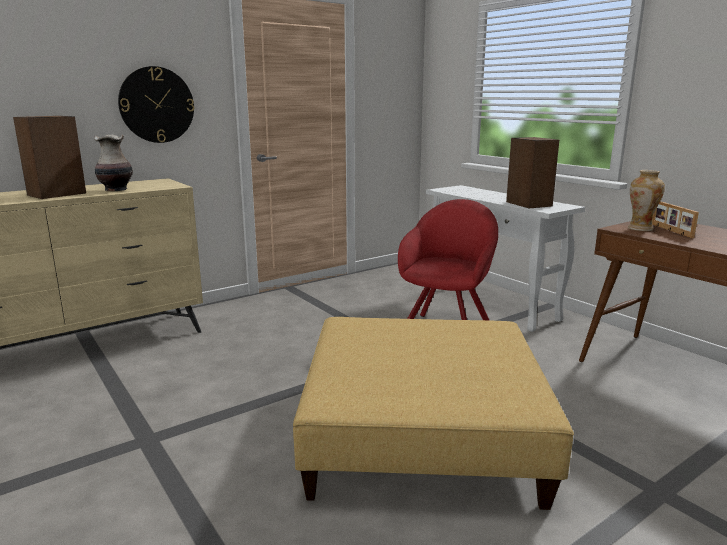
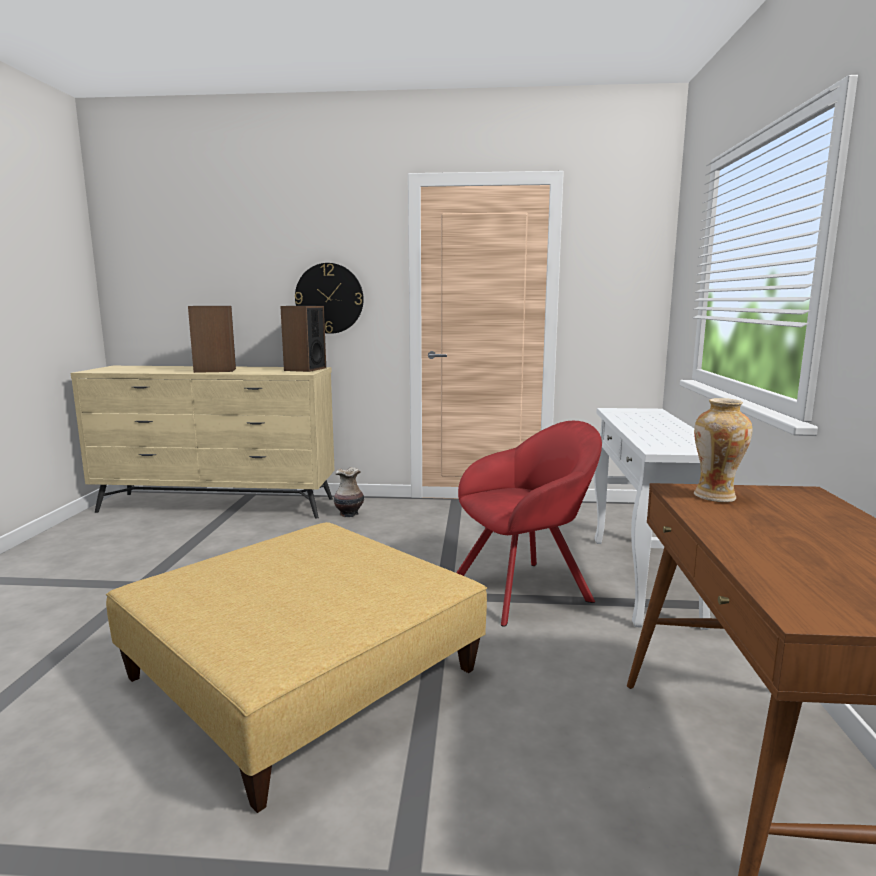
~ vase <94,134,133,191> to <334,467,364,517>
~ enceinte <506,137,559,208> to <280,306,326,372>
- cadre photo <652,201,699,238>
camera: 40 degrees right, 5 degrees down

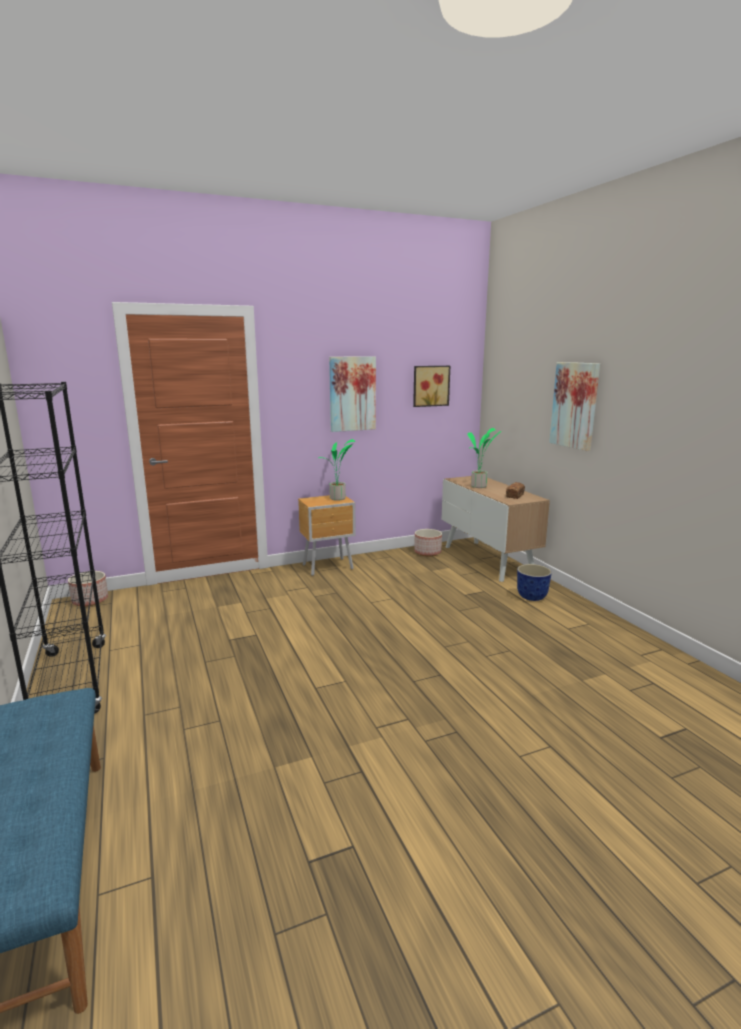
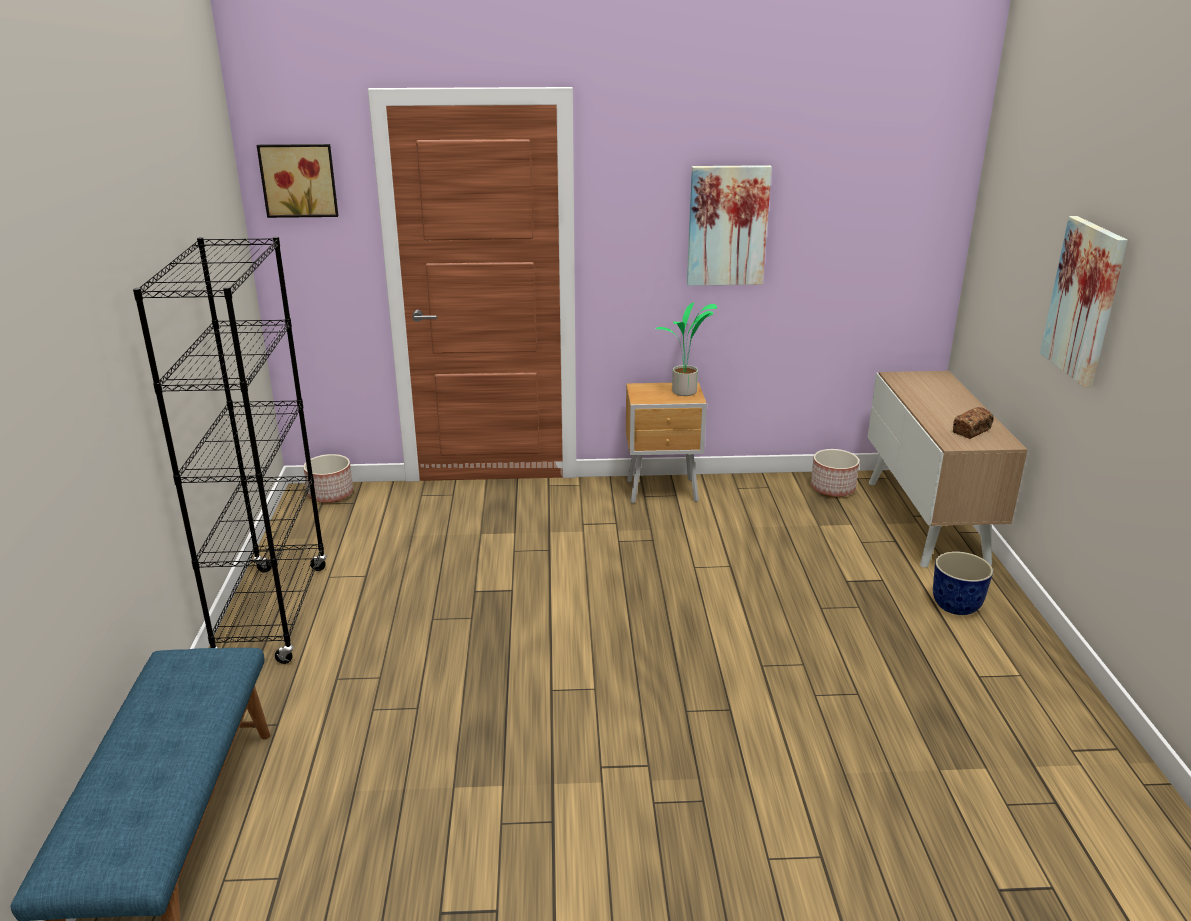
~ tableau <413,366,450,407> to <257,144,338,218>
- plante en pot <467,428,502,488>
camera: 20 degrees right, 10 degrees up

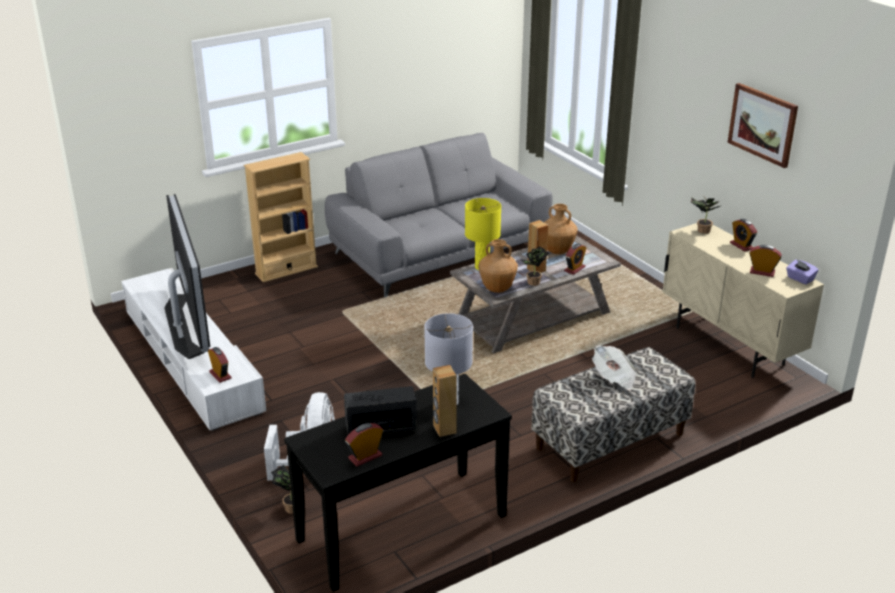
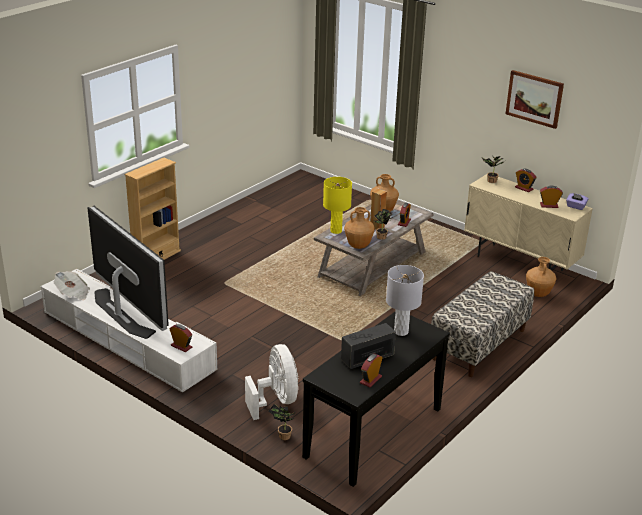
- canapé/gris <325,133,553,297>
- enceinte/marron <433,365,456,437>
~ journal <592,345,638,390> to <54,271,90,300>
+ vase/marron <526,257,557,297>
camera: 20 degrees left, 0 degrees up

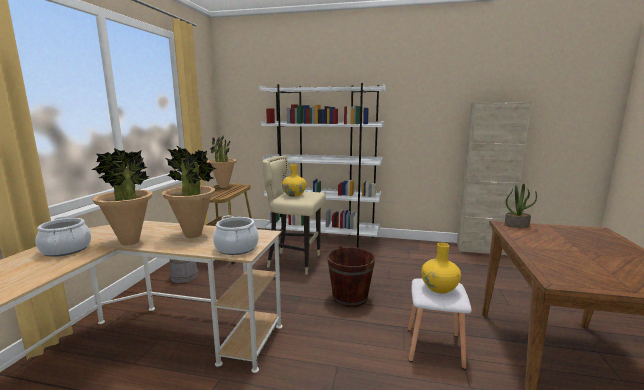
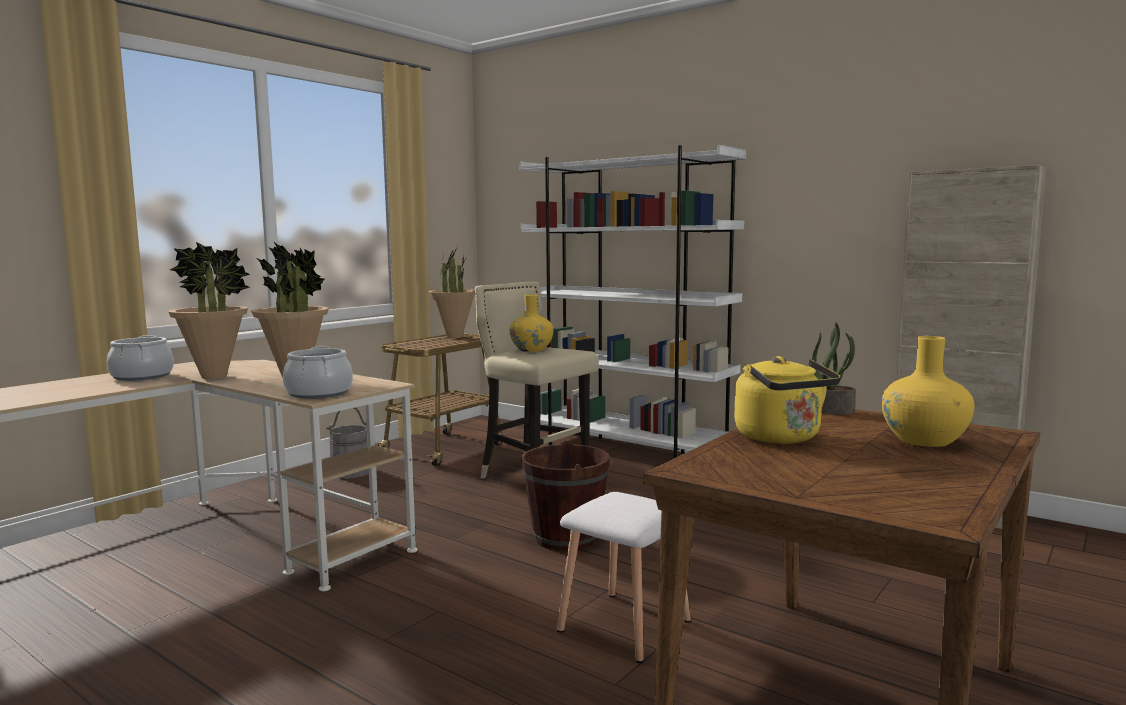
~ vase/jaune <421,243,461,294> to <882,336,974,447>
+ bouilloire/jaune <734,356,841,444>
camera: 25 degrees right, 5 degrees down

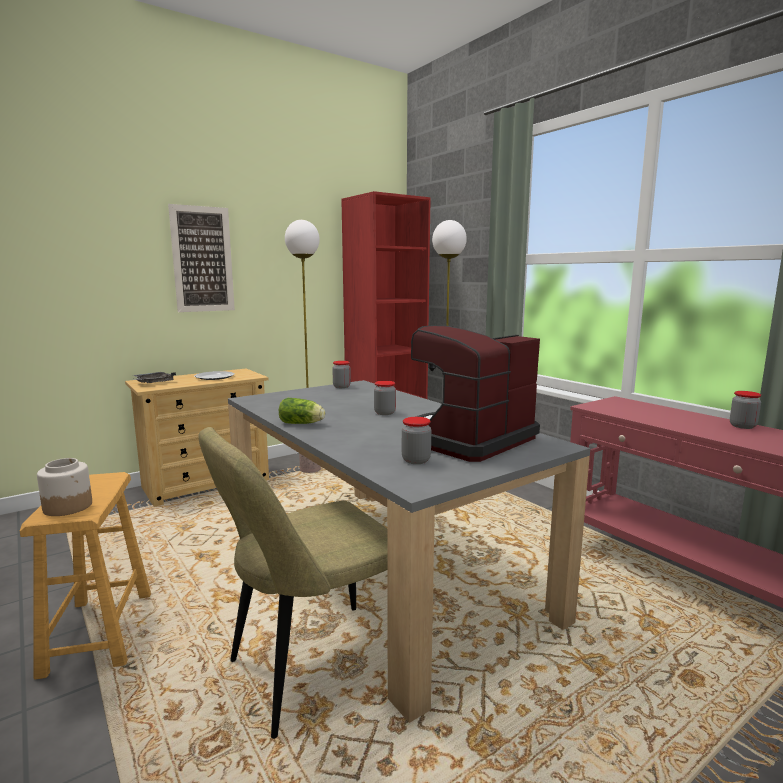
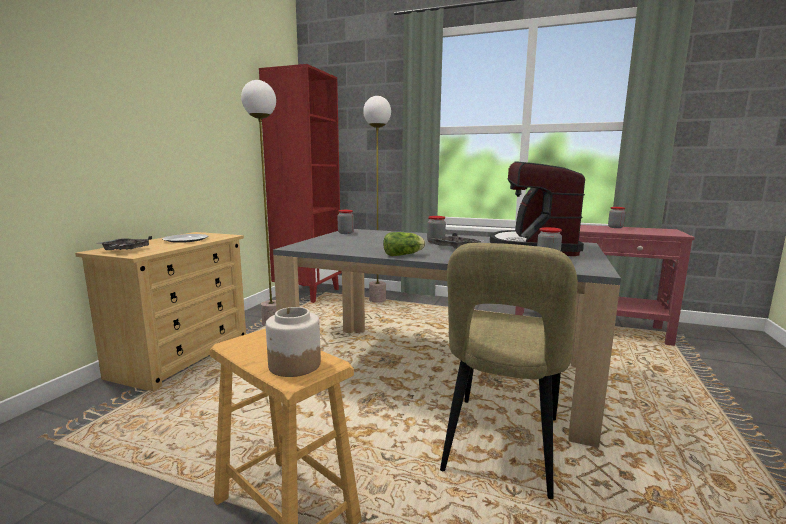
- tableau <168,204,235,312>
+ plateau/gris <432,233,484,249>
camera: 35 degrees left, 0 degrees up

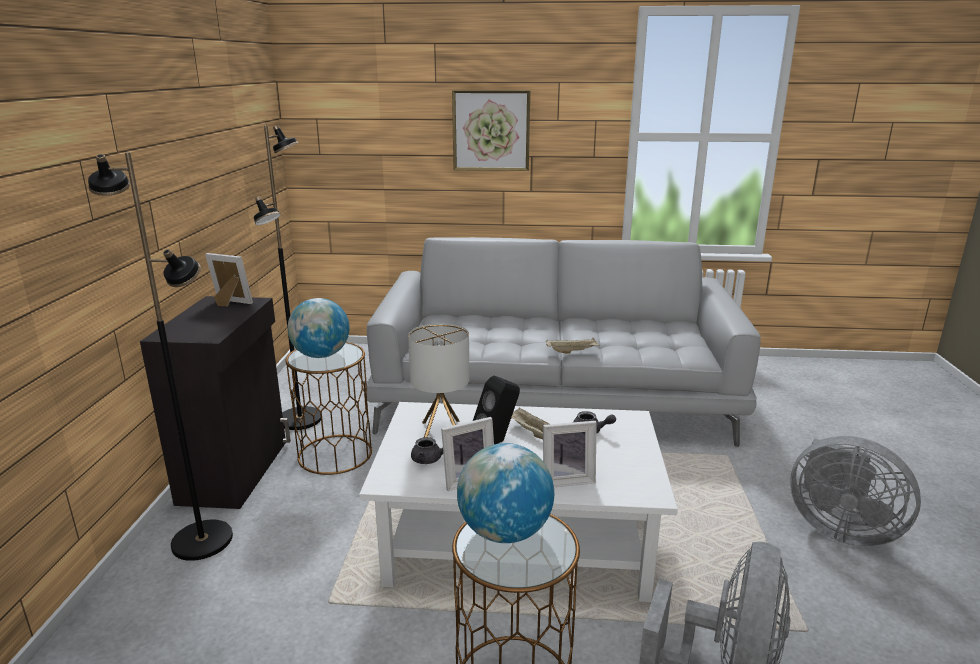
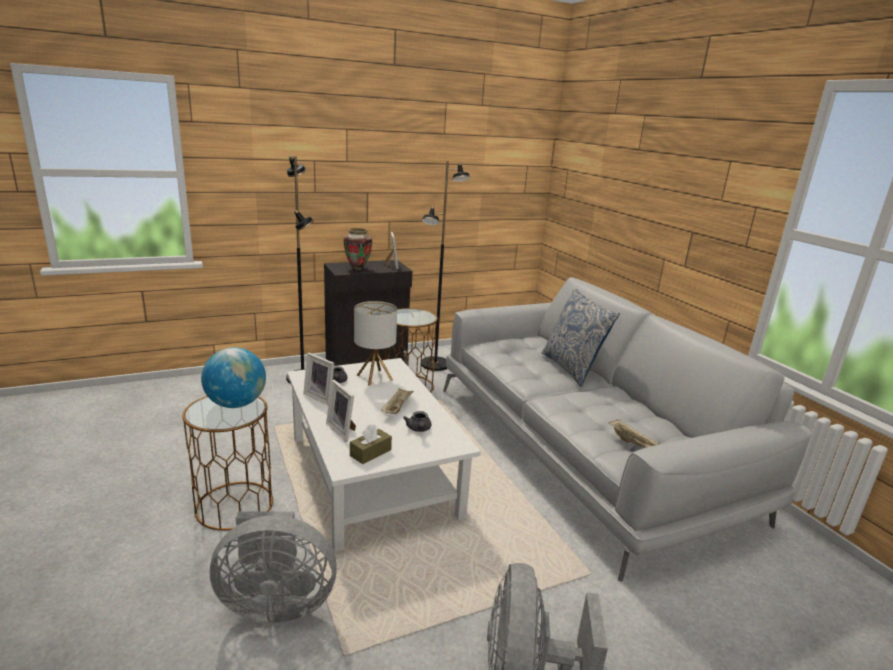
- globe <288,298,350,358>
- tableau <452,90,530,171>
- enceinte/noir <473,375,520,444>
~ plateau/beige <546,338,600,354> to <609,420,660,448>
+ vase <344,228,372,270>
+ boîte à mouchoirs/marron <350,424,392,464>
+ coussin <541,288,620,387>
camera: 60 degrees right, 0 degrees up

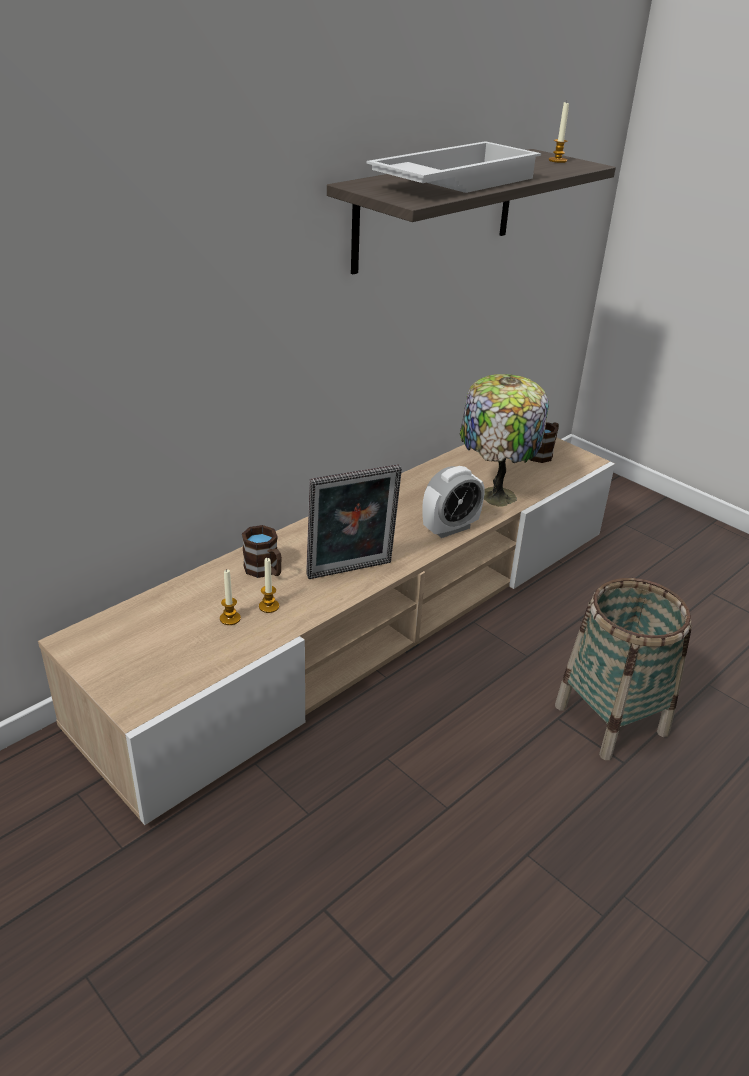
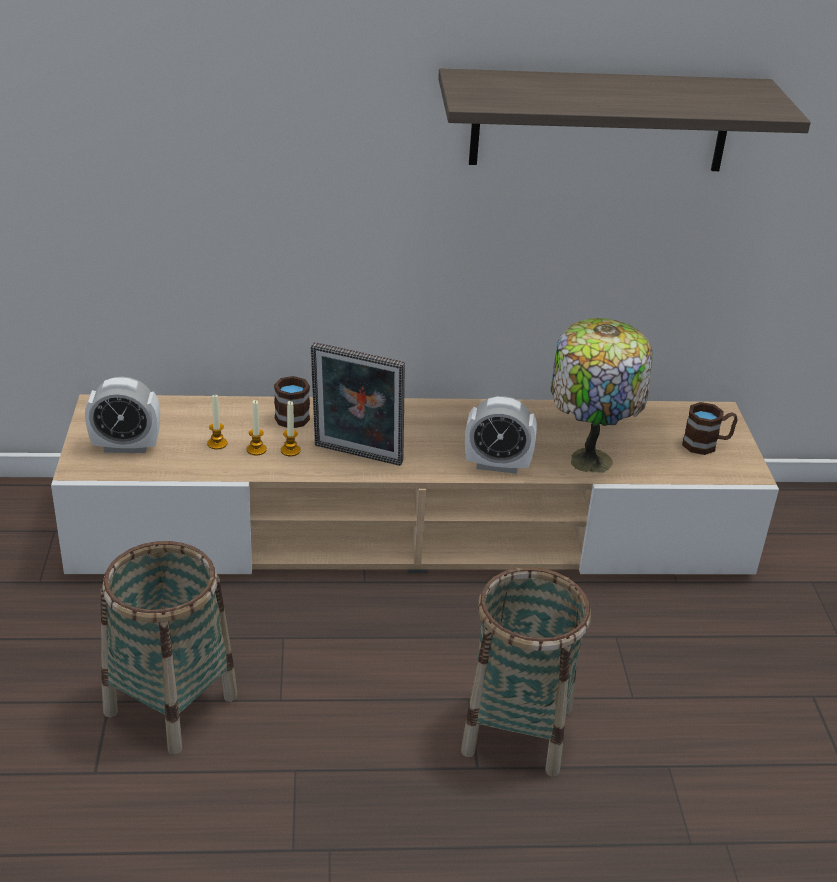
- plateau/blanc <367,141,541,193>
~ bougie <549,101,569,163> to <281,401,301,456>
+ réveil <85,377,160,453>
+ panier <101,541,238,755>
camera: 40 degrees right, 0 degrees up

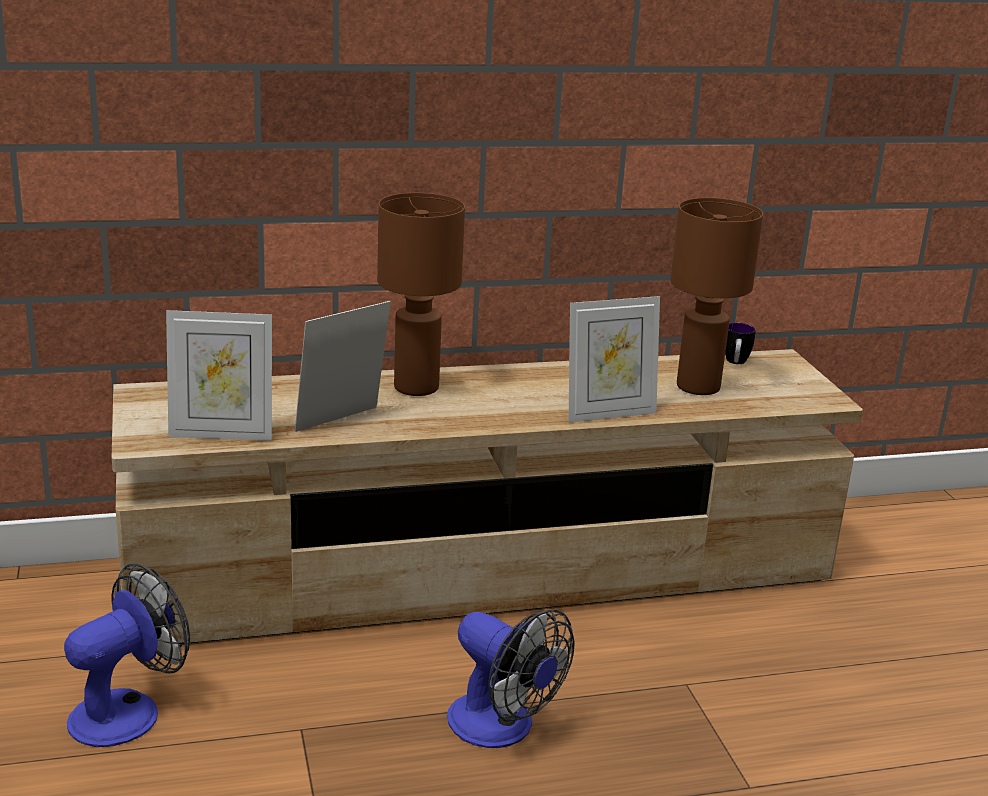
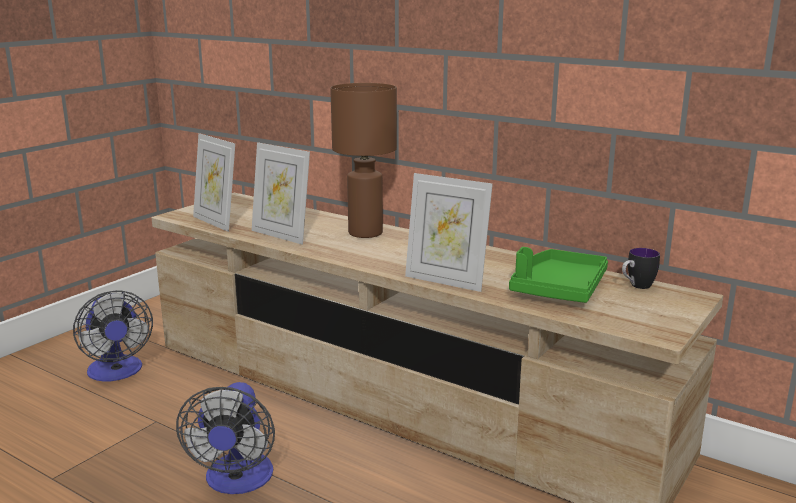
~ ventilateur <64,563,190,747> = <73,290,153,381> 60 degrees clockwise
~ cadre photo <295,301,391,432> = <252,142,310,245> 150 degrees counterclockwise
~ lampe de table/marron <670,198,763,395> to plateau/vert <509,247,608,303>
camera: 50 degrees right, 5 degrees down

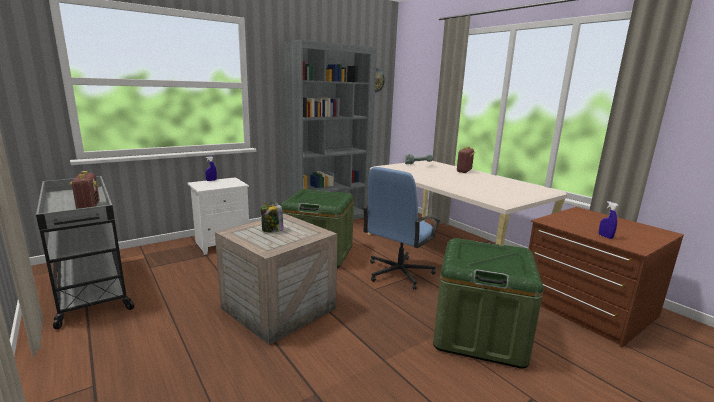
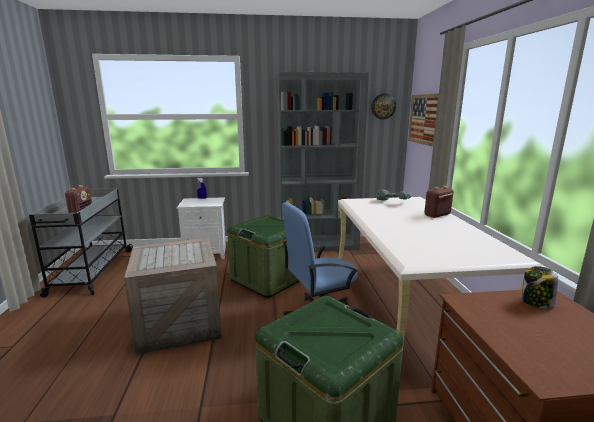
~ bocal <261,202,284,233> to <522,266,558,309>
- vaporisateur/bleu <599,201,618,239>
+ tableau <408,93,439,147>
camera: 30 degrees right, 0 degrees up

